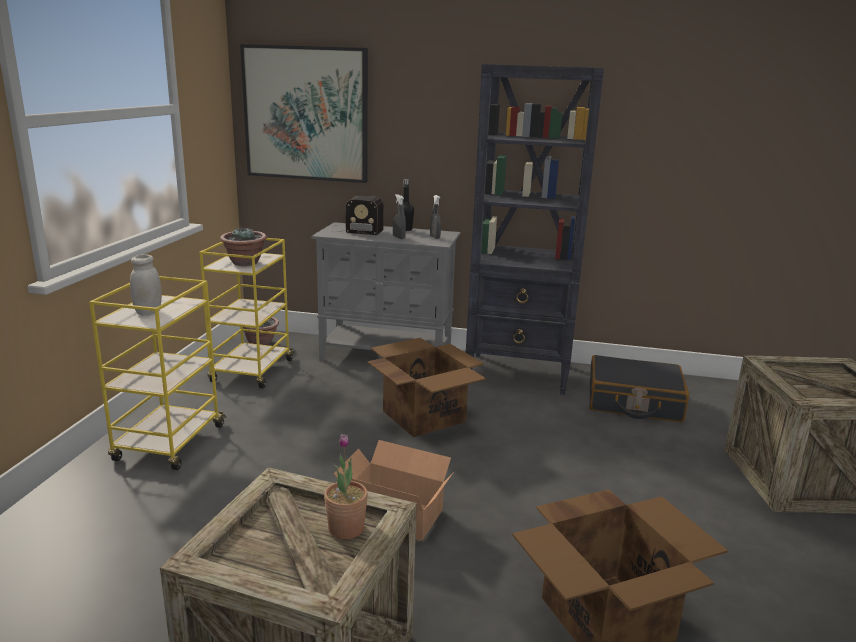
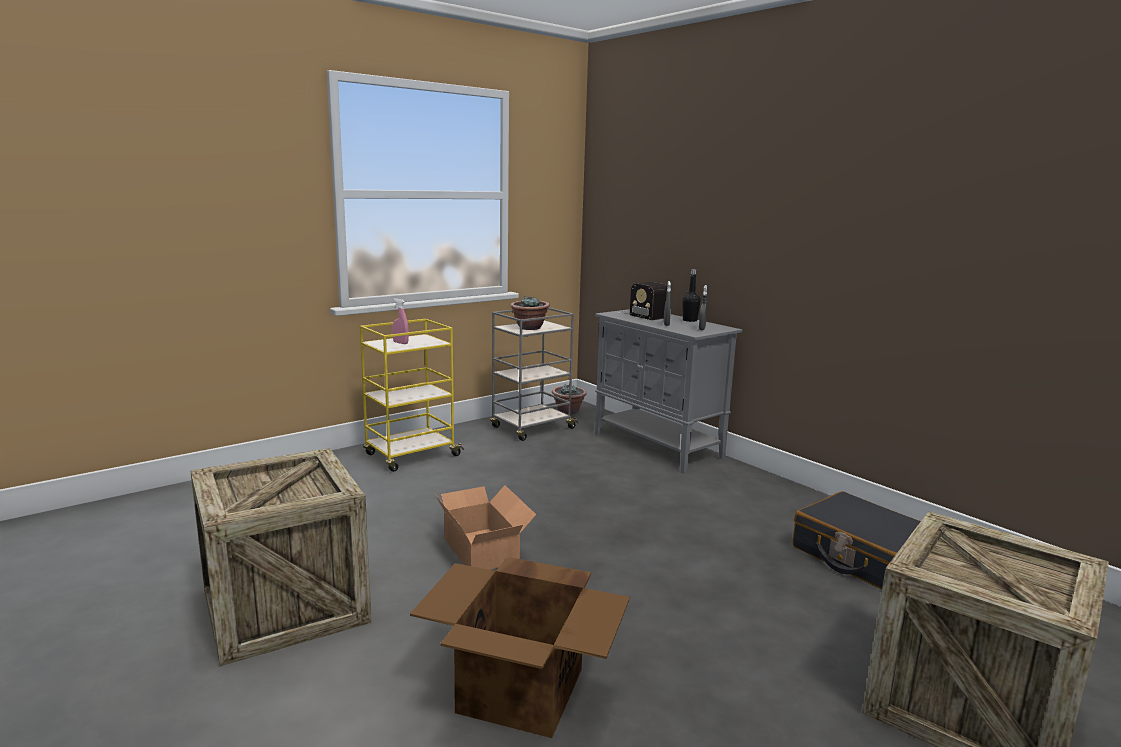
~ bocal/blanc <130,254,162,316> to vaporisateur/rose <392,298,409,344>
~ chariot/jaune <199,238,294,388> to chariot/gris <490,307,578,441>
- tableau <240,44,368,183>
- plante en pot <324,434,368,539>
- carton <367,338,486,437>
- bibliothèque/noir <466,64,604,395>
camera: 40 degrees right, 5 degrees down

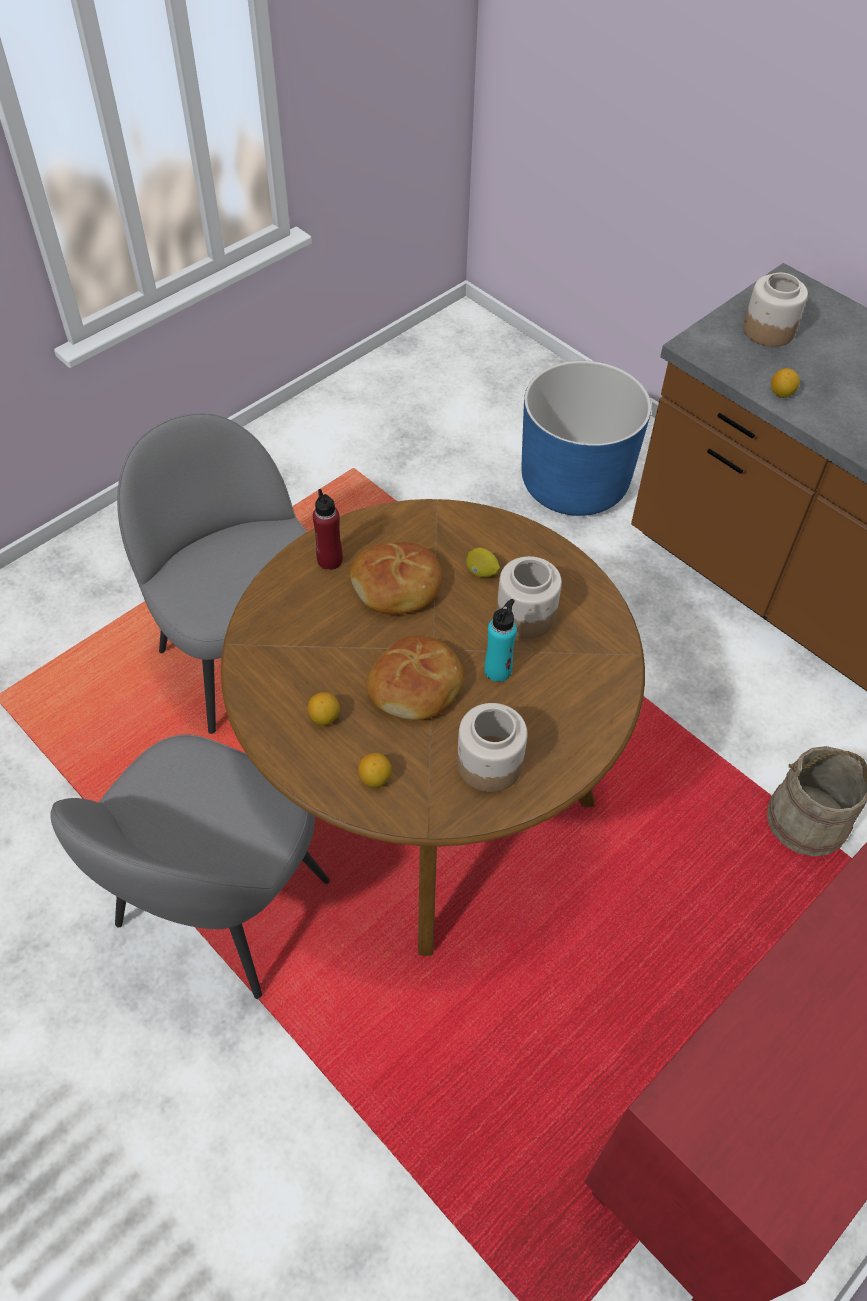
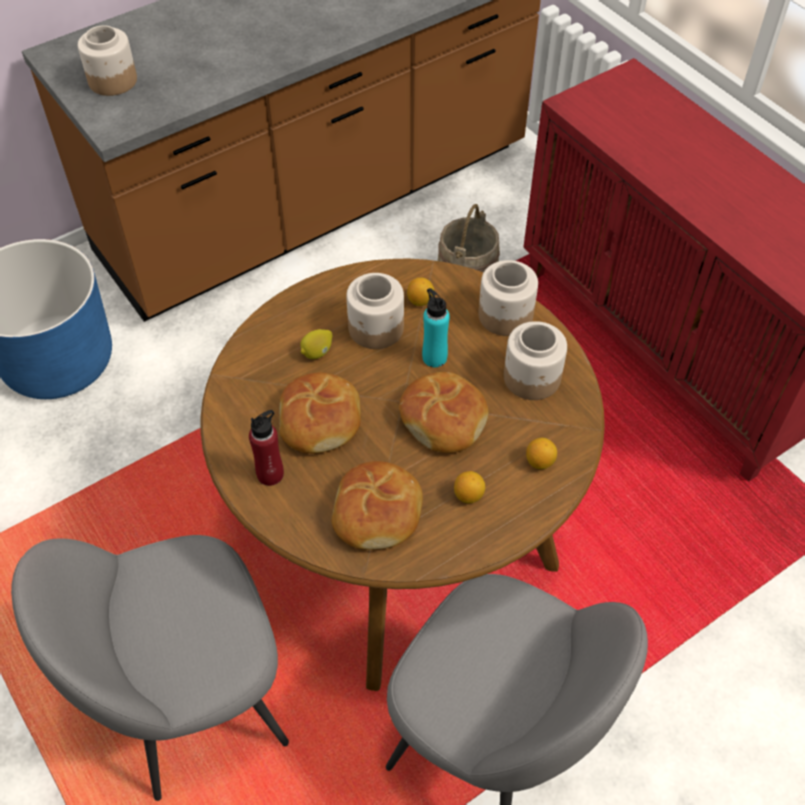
~ citron <771,368,800,398> to <407,278,434,306>
+ pain <332,461,423,550>
+ bocal <478,260,538,336>
camera: 80 degrees left, 0 degrees up

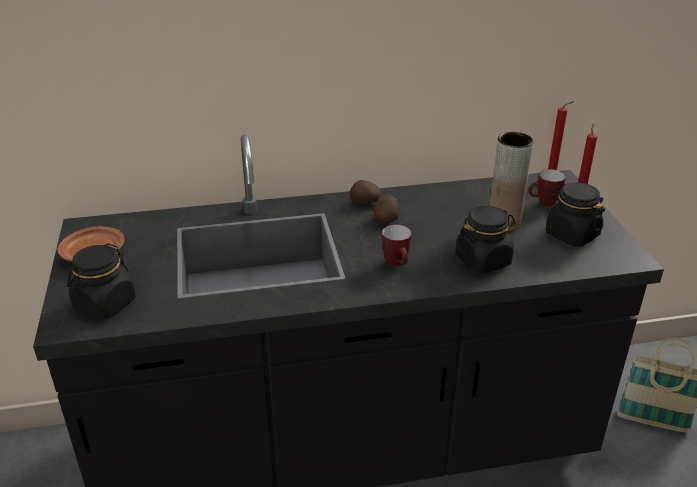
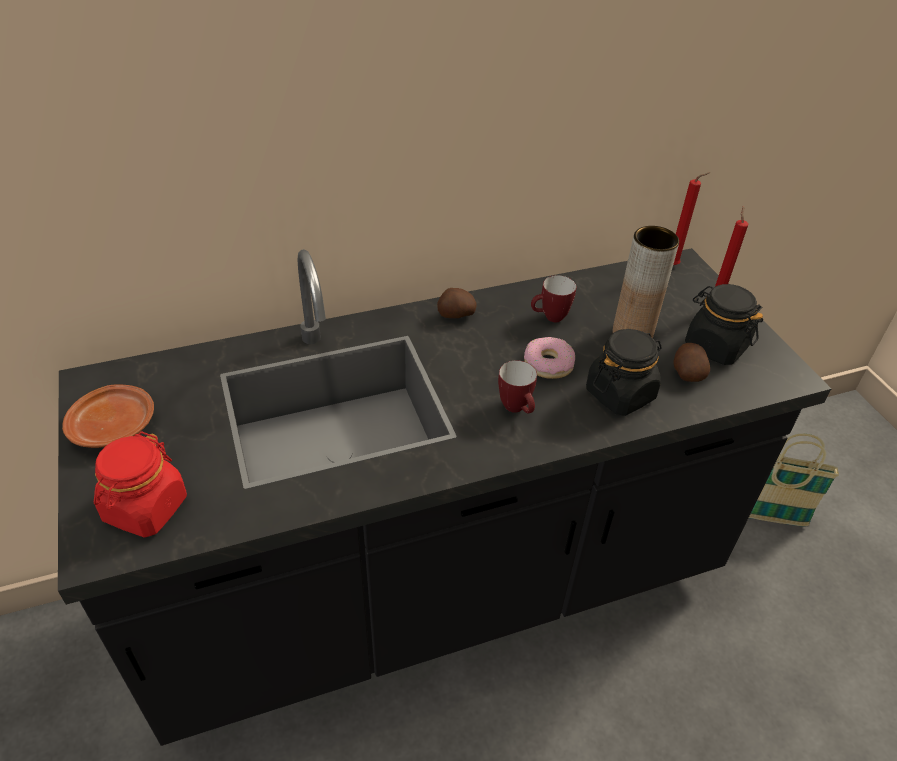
~ bocal/noir <67,243,136,320> to bocal/rouge <94,432,187,537>
~ pomme de terre <373,195,399,223> to <673,343,710,382>
~ mug <529,169,566,206> to <531,275,576,322>
+ beignet <524,337,575,379>
camera: 10 degrees left, 10 degrees up

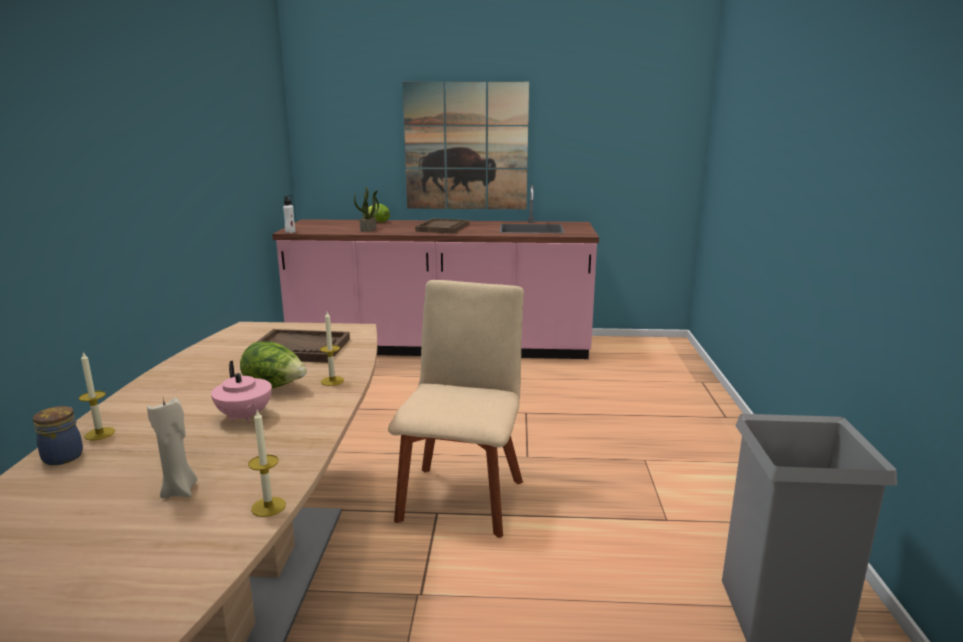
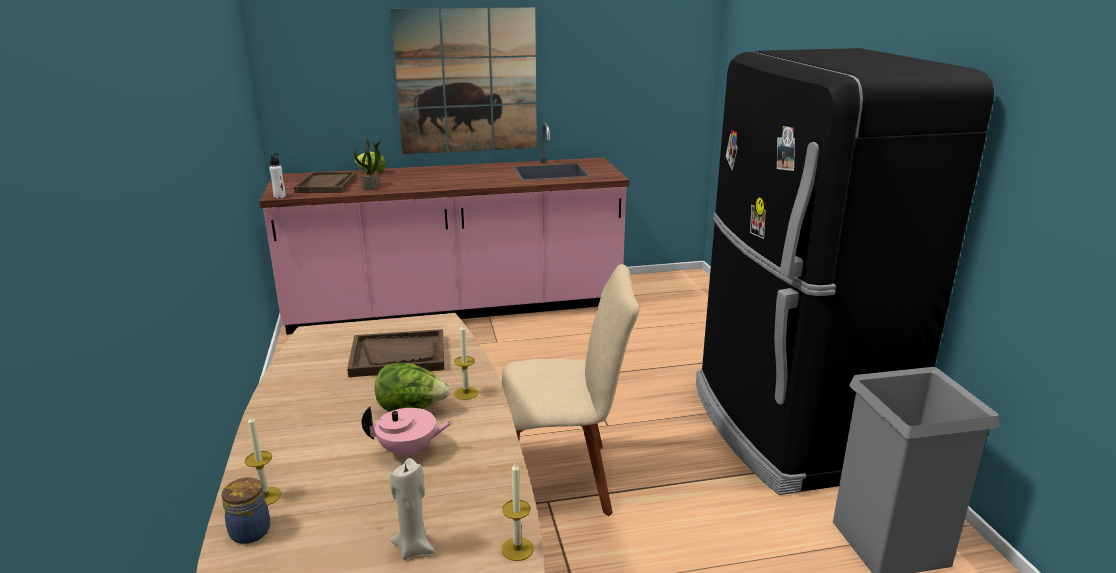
~ théière/rose <211,361,272,422> = <362,406,453,460> 45 degrees counterclockwise
~ chaise/beige <388,280,524,538> = <501,264,639,516> 90 degrees clockwise
~ plateau/marron <415,218,469,234> to <294,172,357,193>
+ réfrigérateur/noir <696,48,994,495>
camera: 15 degrees left, 5 degrees up

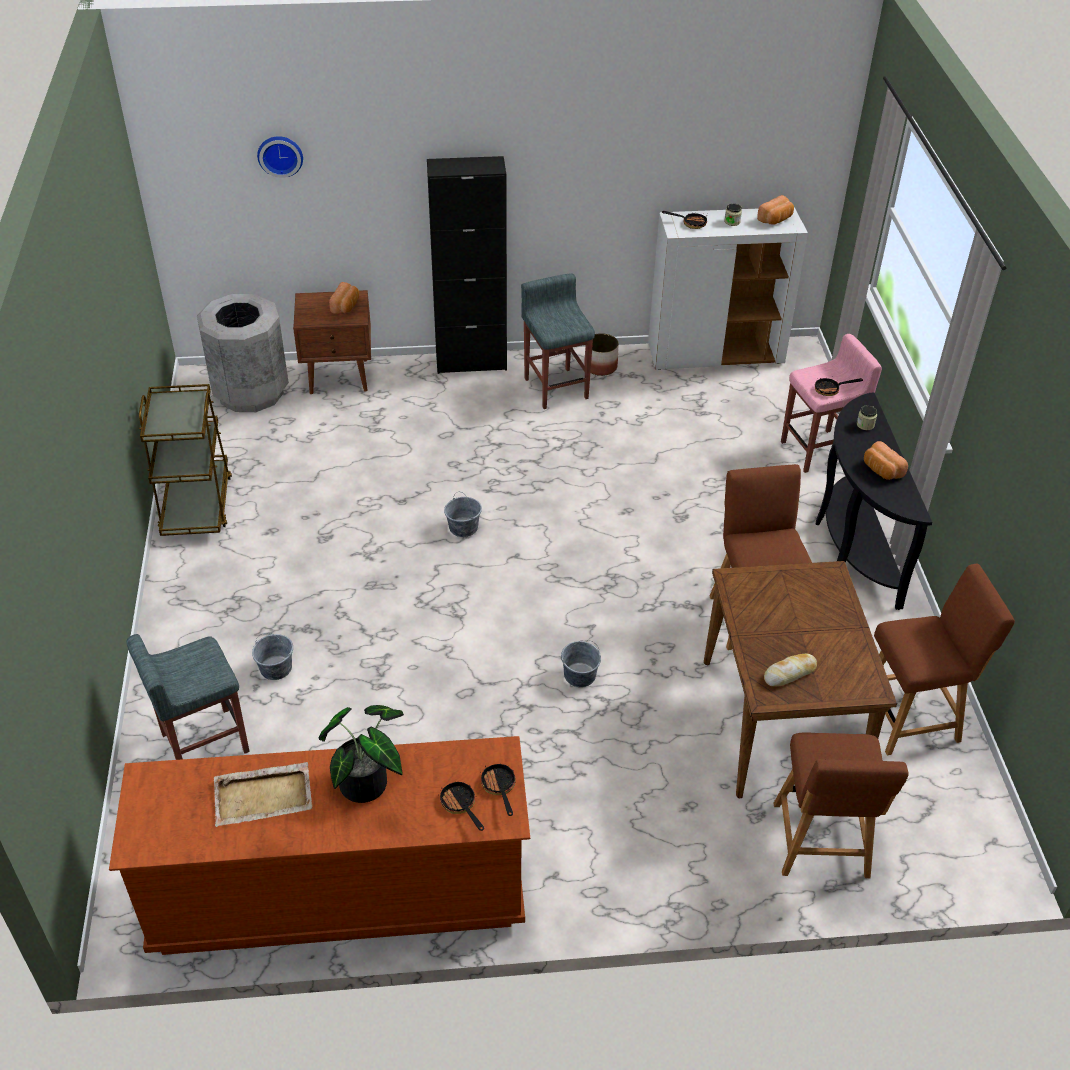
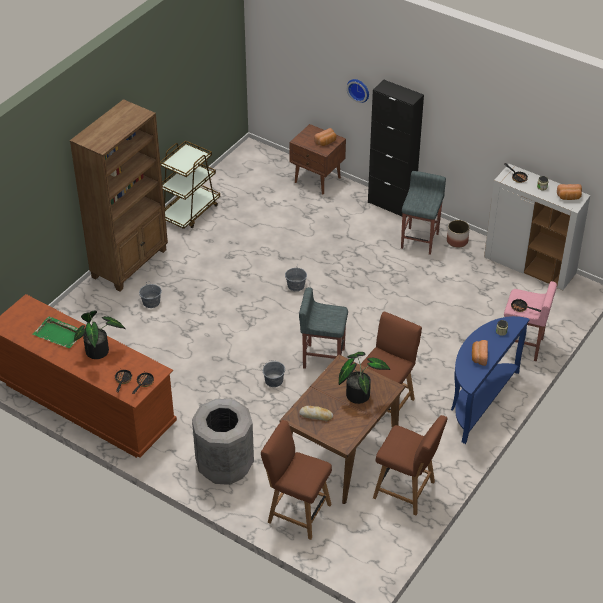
~ tabouret/gris <126,634,250,760> to <299,287,348,369>
~ poubelle/gris <197,294,289,412> to <192,399,254,485>
~ plateau/beige <214,762,312,827> to plateau/vert <32,316,78,349>
~ horloge murale <257,136,303,178> to <347,79,369,103>
~ chaise/marron <774,732,909,878> = <261,420,332,540> 75 degrees clockwise
~ table console/noir <816,392,932,610> to table console/bleu <451,316,530,444>
+ bibliothèque/marron <70,99,168,292>
+ plante en pot <339,352,390,404>
camera: 40 degrees right, 0 degrees up

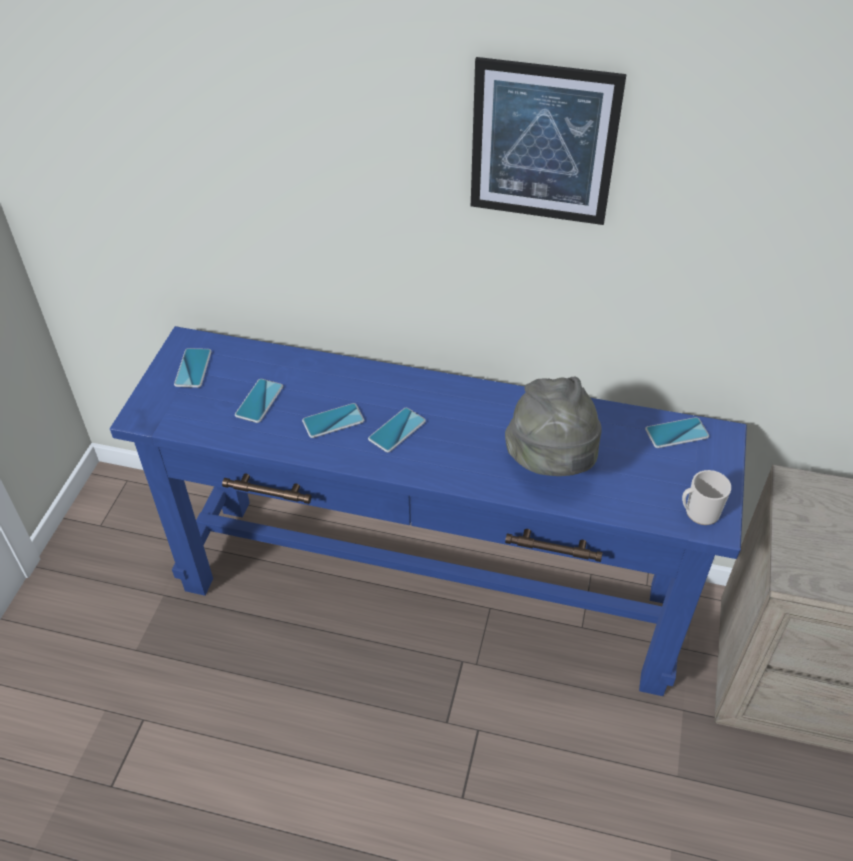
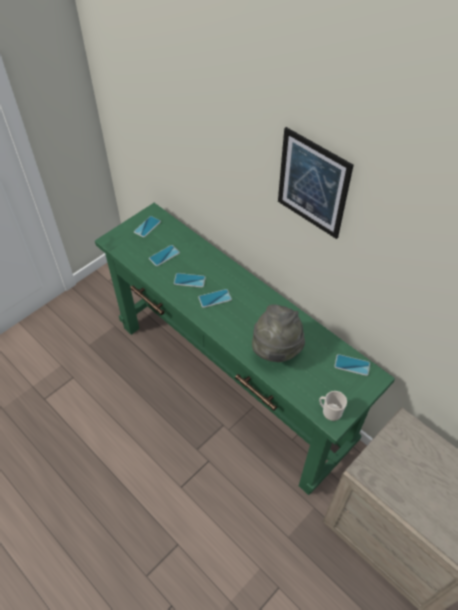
~ table console/bleu <110,326,747,696> to table console/vert <95,203,395,495>
camera: 30 degrees right, 5 degrees up

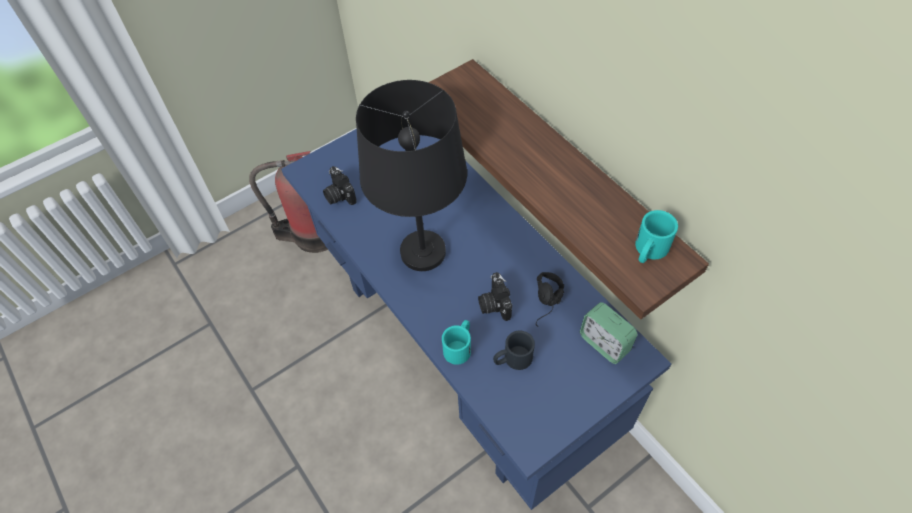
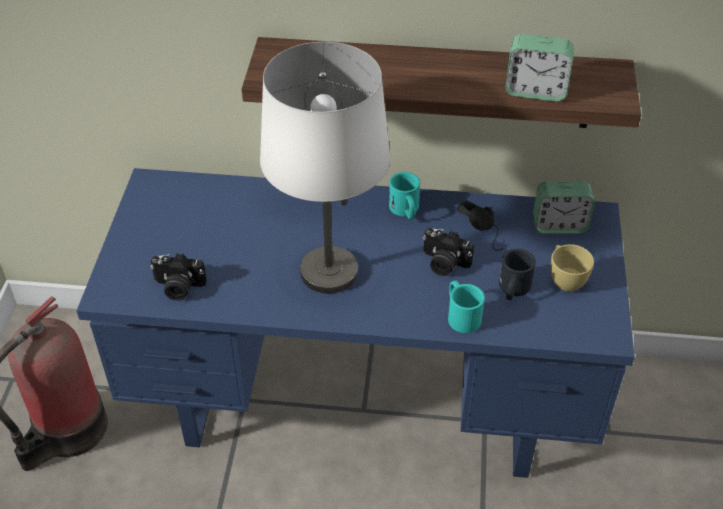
~ lampe de table/noir <356,80,467,271> to lampe de table/blanc <260,42,390,294>
~ mug/turquoise <635,210,678,263> to <389,172,420,219>
+ réveil <505,34,574,102>
+ tasse/jaune <551,244,594,292>
camera: 50 degrees left, 10 degrees down

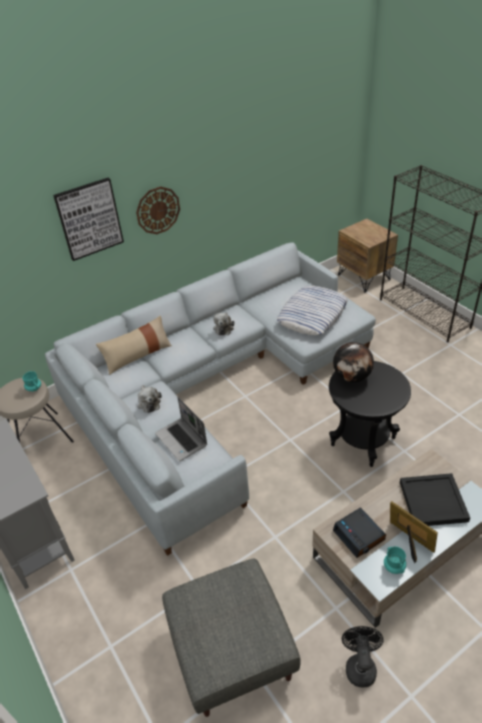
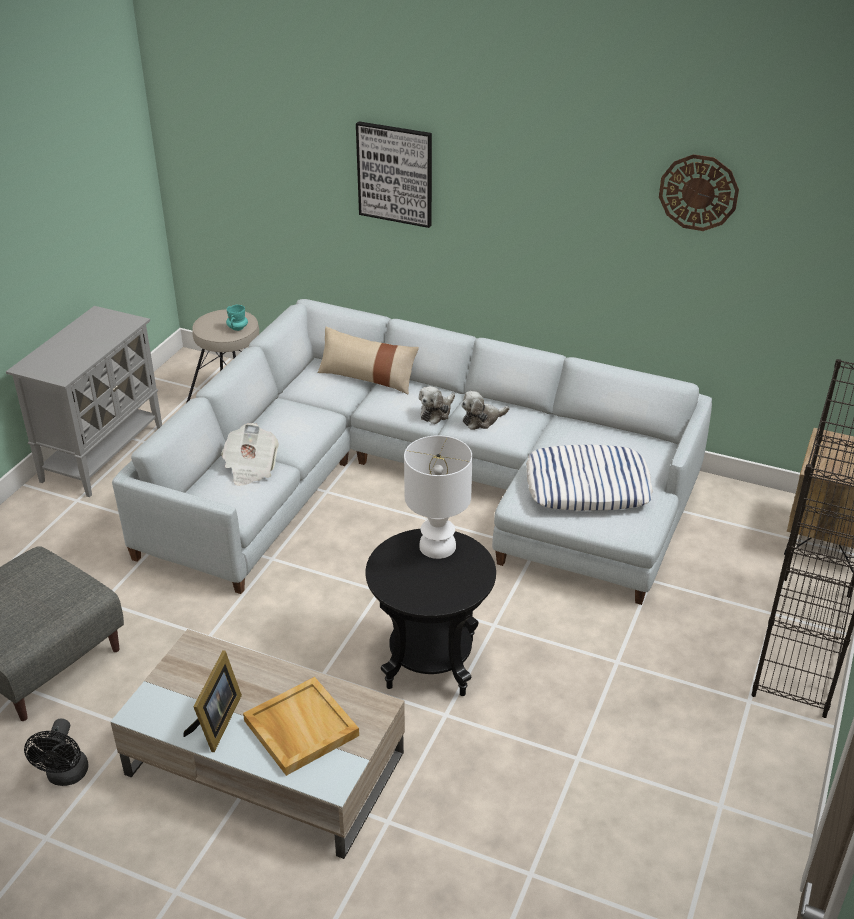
~ horloge murale <136,186,180,234> to <659,154,739,231>
~ peluche <138,385,162,413> to <419,386,455,424>
~ ordinateur portable <155,397,207,461> to journal <221,423,279,486>
~ globe <333,342,374,382> to lampe de table/blanc <404,435,472,559>
- réveil <333,507,386,558>
~ ventilateur/noir <342,626,383,688> = <24,719,88,786> 120 degrees clockwise
- mug/turquoise <384,547,406,574>
~ plateau/noir <400,473,470,526> to plateau/beige <243,677,359,776>
camera: 55 degrees right, 5 degrees down

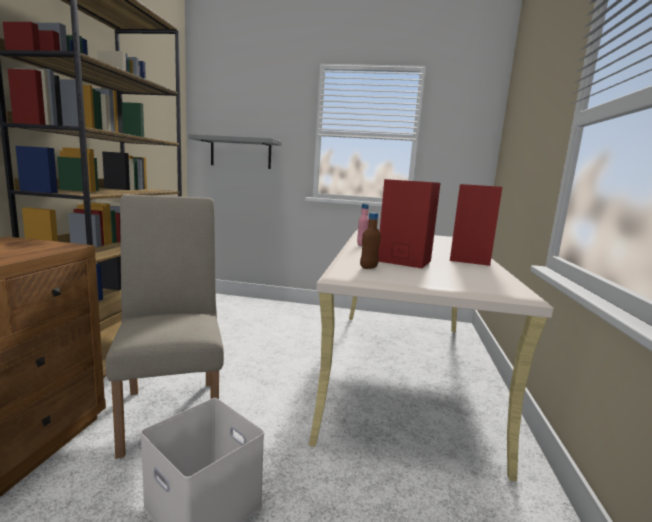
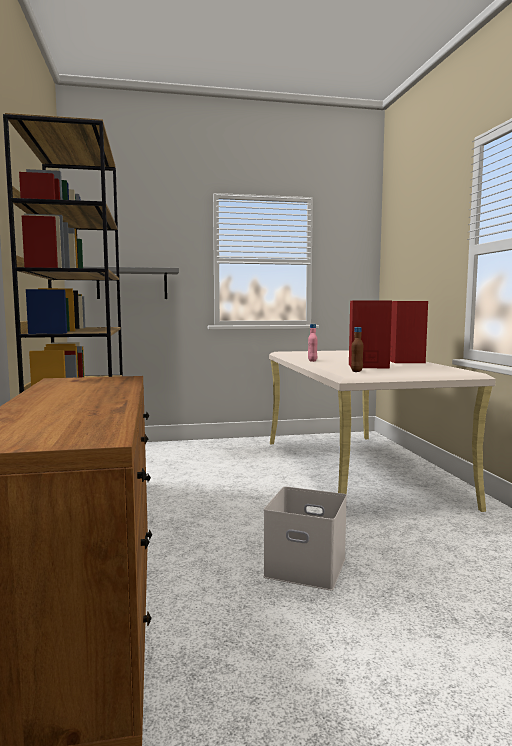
- chaise/beige <106,194,224,458>
camera: 20 degrees left, 5 degrees down

